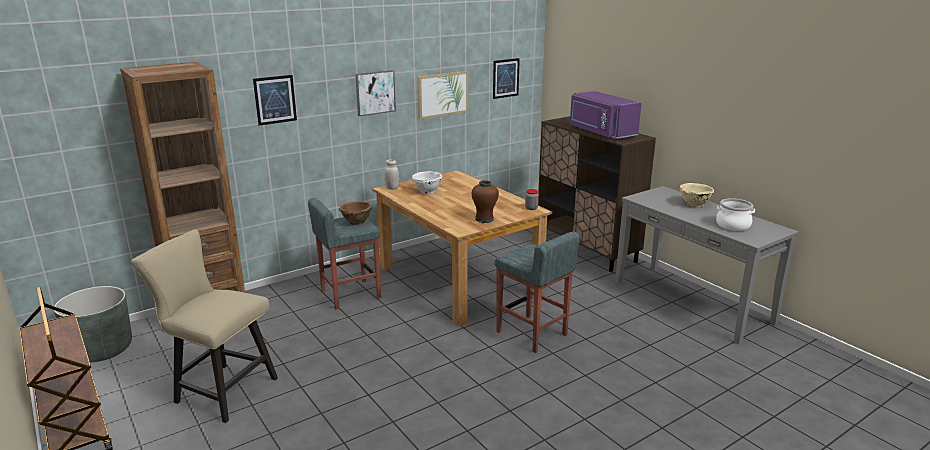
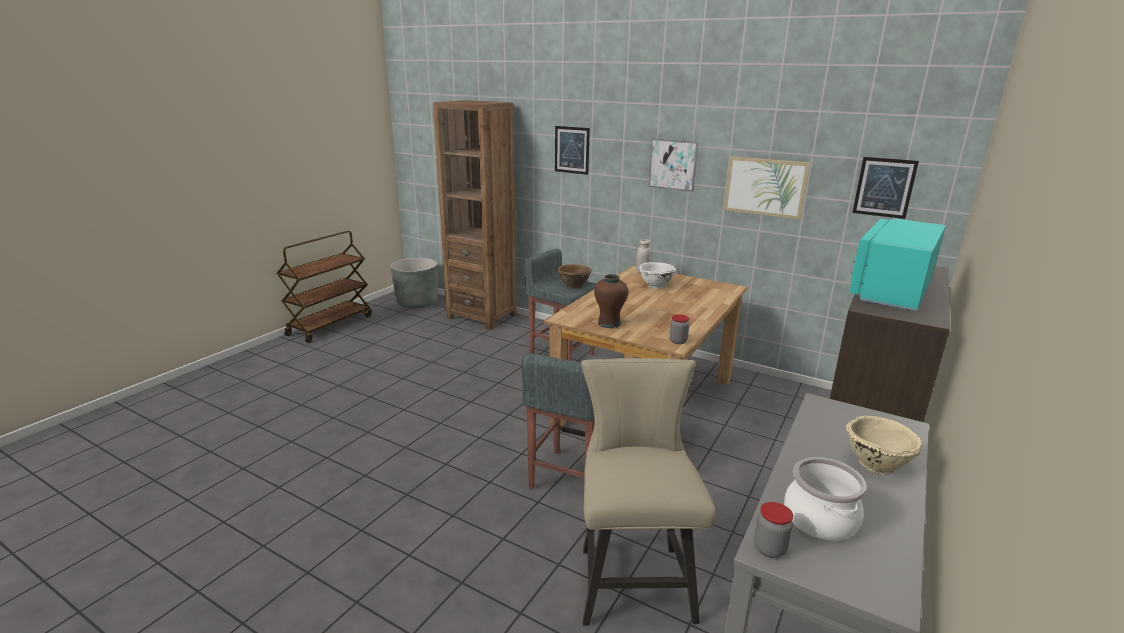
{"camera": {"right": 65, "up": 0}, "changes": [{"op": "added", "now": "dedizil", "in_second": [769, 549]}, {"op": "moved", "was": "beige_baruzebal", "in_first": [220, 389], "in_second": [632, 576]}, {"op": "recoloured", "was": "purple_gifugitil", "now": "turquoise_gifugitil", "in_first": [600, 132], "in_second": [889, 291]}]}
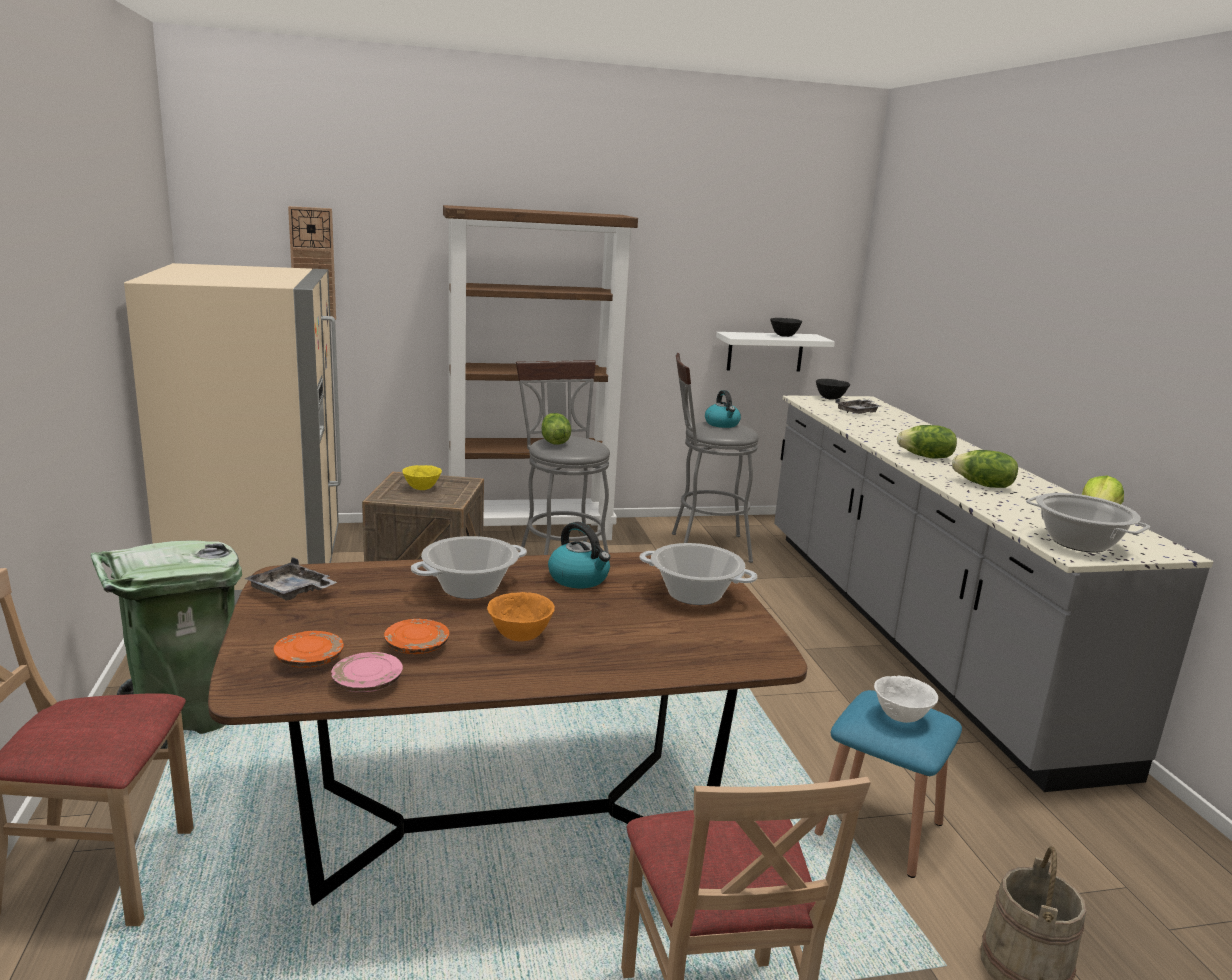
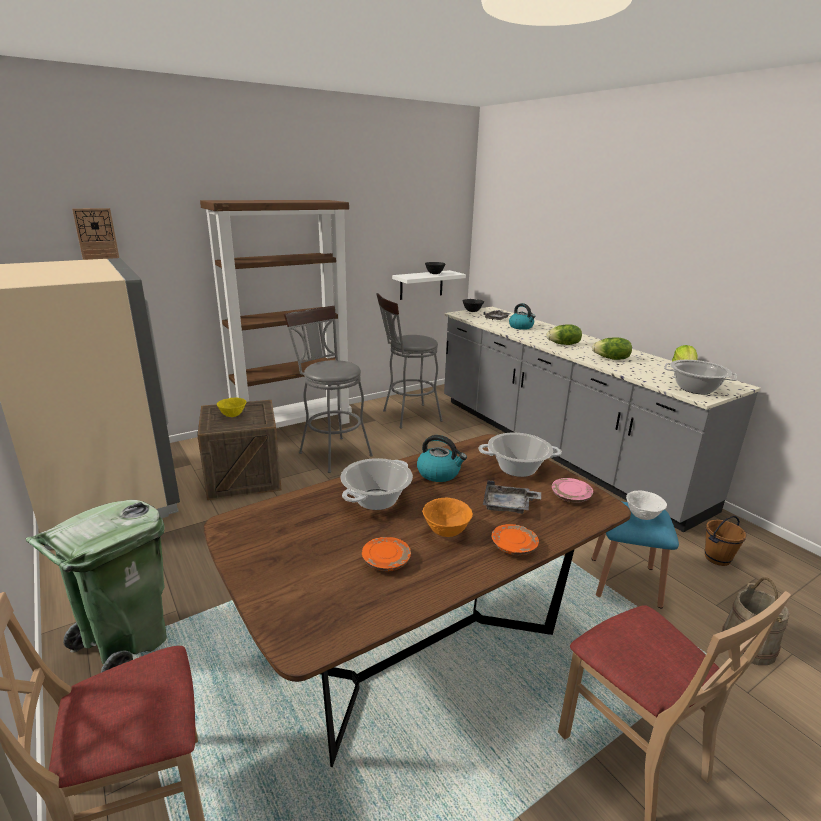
{"camera": {"right": -20, "up": 5}, "changes": [{"op": "removed", "was": "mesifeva", "in_first": [554, 442]}, {"op": "added", "now": "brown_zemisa", "in_second": [717, 558]}, {"op": "moved", "was": "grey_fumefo", "in_first": [291, 592], "in_second": [508, 506]}, {"op": "moved", "was": "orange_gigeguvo", "in_first": [309, 659], "in_second": [513, 546]}, {"op": "moved", "was": "pink_gigeguvo", "in_first": [367, 683], "in_second": [571, 496]}, {"op": "moved", "was": "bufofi", "in_first": [722, 424], "in_second": [521, 327]}]}
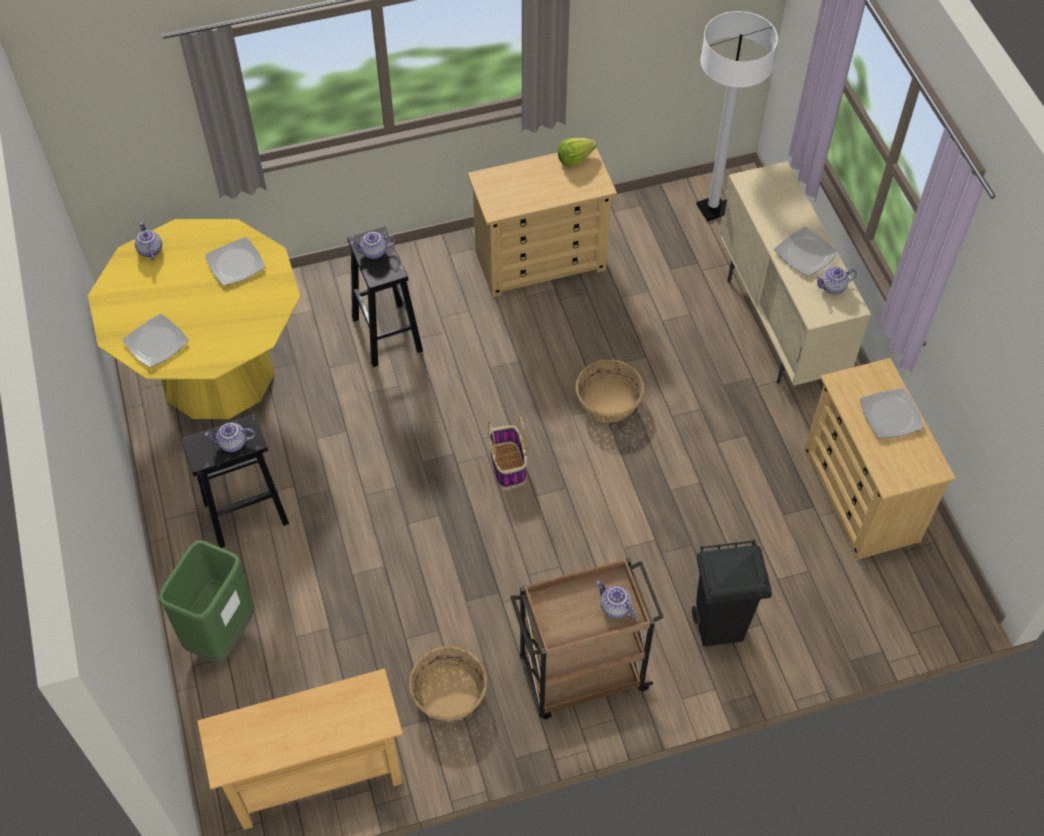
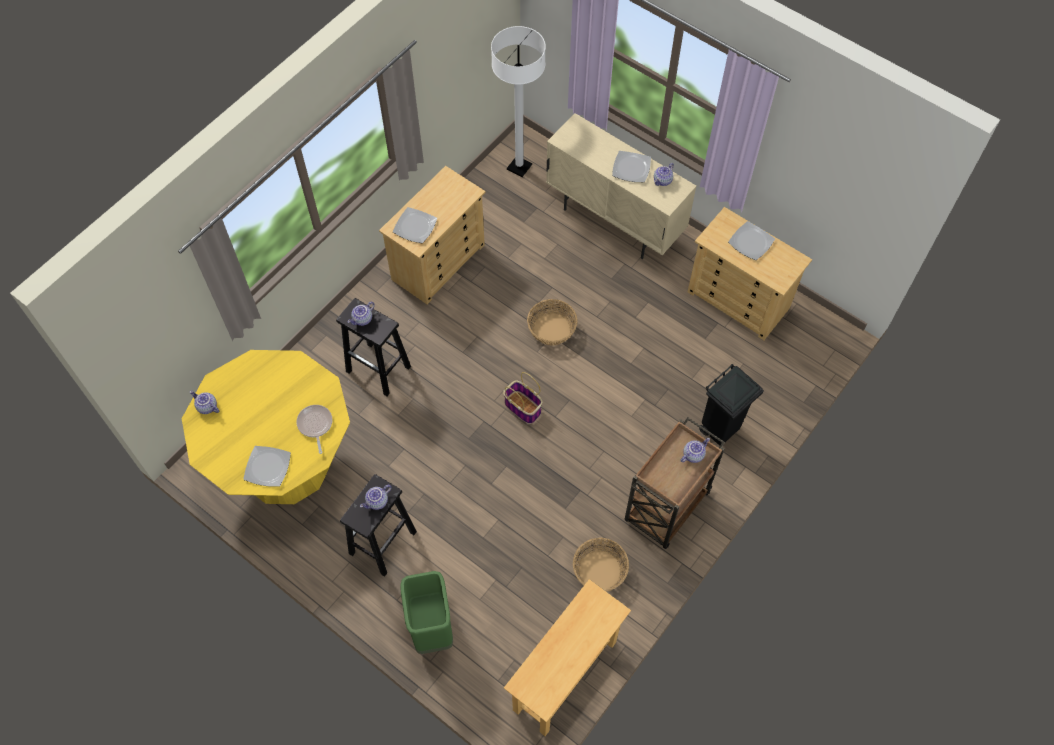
{"camera": {"right": -35, "up": 5}, "changes": [{"op": "removed", "was": "mesifeva", "in_first": [574, 159]}, {"op": "added", "now": "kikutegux", "in_second": [315, 425]}, {"op": "moved", "was": "gigeguvo", "in_first": [236, 263], "in_second": [415, 226]}, {"op": "turned", "was": "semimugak", "in_first": [614, 607], "in_second": [693, 454], "clockwise": 135}]}
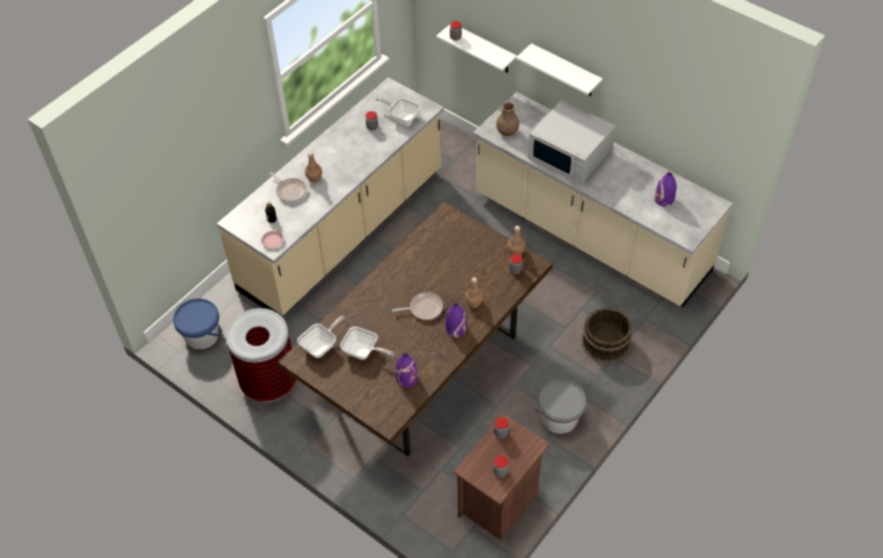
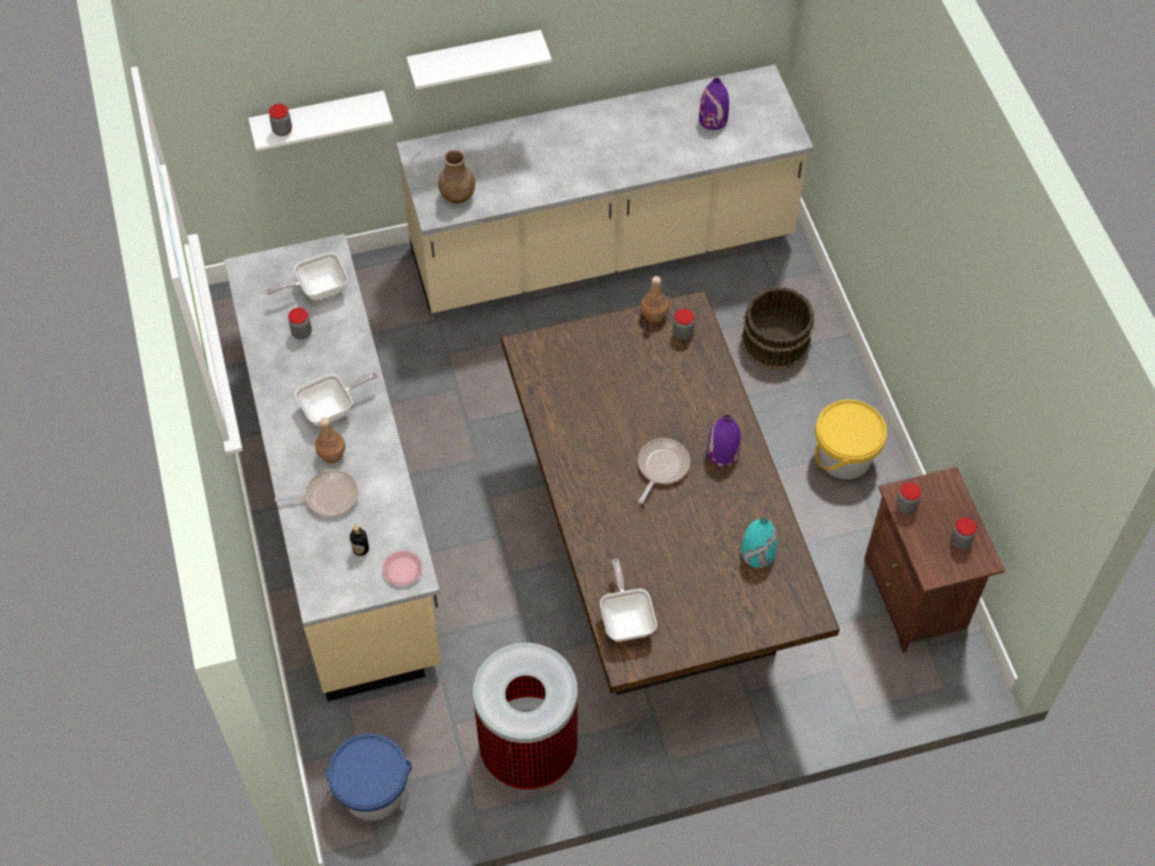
{"camera": {"right": -55, "up": 5}, "changes": [{"op": "removed", "was": "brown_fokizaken", "in_first": [474, 303]}, {"op": "removed", "was": "white_gifugitil", "in_first": [570, 155]}, {"op": "moved", "was": "kikutegux", "in_first": [363, 352], "in_second": [332, 409]}, {"op": "recoloured", "was": "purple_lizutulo", "now": "turquoise_lizutulo", "in_first": [406, 378], "in_second": [757, 552]}, {"op": "recoloured", "was": "grey_zemisa", "now": "yellow_zemisa", "in_first": [559, 418], "in_second": [844, 457]}]}
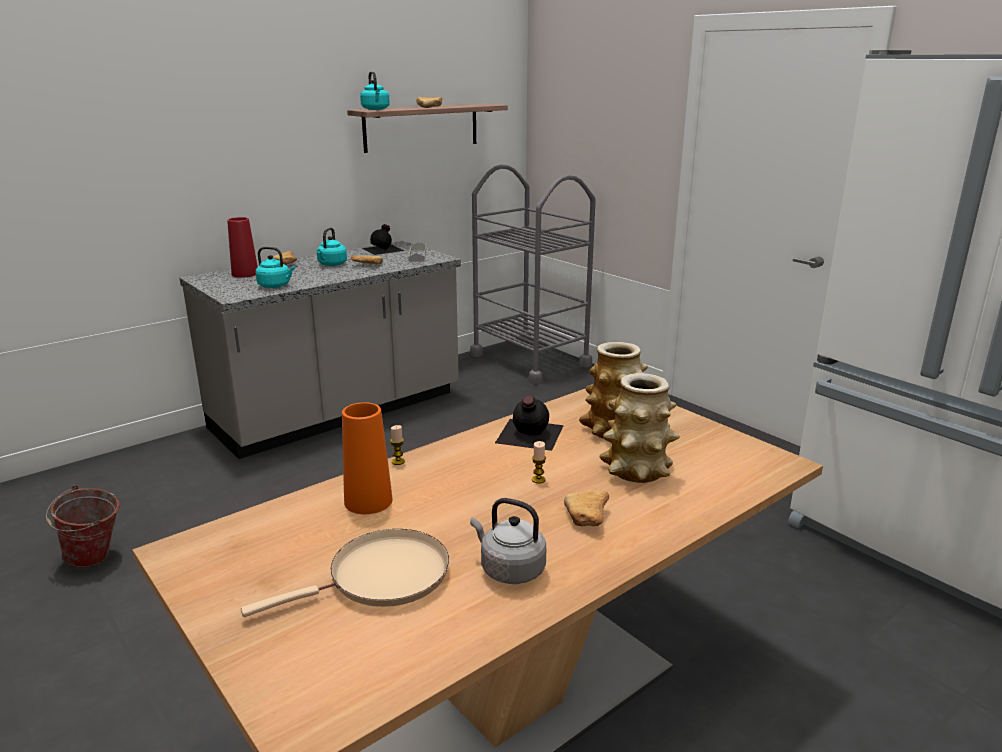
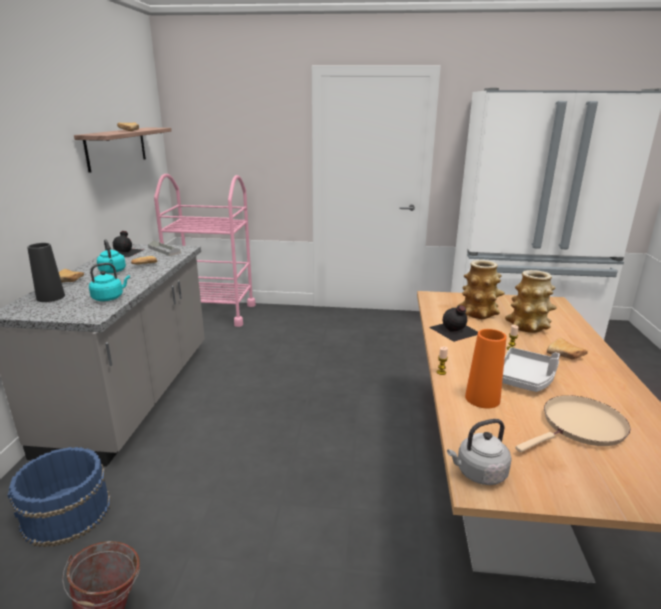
{"camera": {"right": -45, "up": 0}, "changes": [{"op": "removed", "was": "turquoise_bufofi", "in_first": [375, 109]}, {"op": "added", "now": "blue_zemisa", "in_second": [66, 514]}, {"op": "added", "now": "grey_fumefo", "in_second": [526, 378]}, {"op": "moved", "was": "grey_bufofi", "in_first": [509, 569], "in_second": [478, 473]}, {"op": "recoloured", "was": "red_lizutulo", "now": "black_lizutulo", "in_first": [245, 274], "in_second": [50, 297]}, {"op": "recoloured", "was": "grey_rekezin", "now": "pink_rekezin", "in_first": [530, 360], "in_second": [213, 313]}, {"op": "turned", "was": "beige_kikutegux", "in_first": [382, 577], "in_second": [580, 427], "clockwise": 45}]}
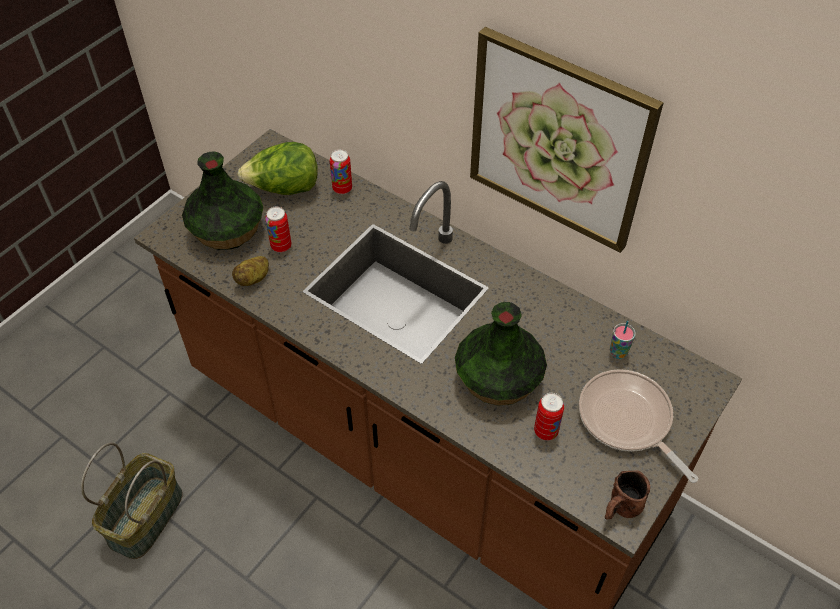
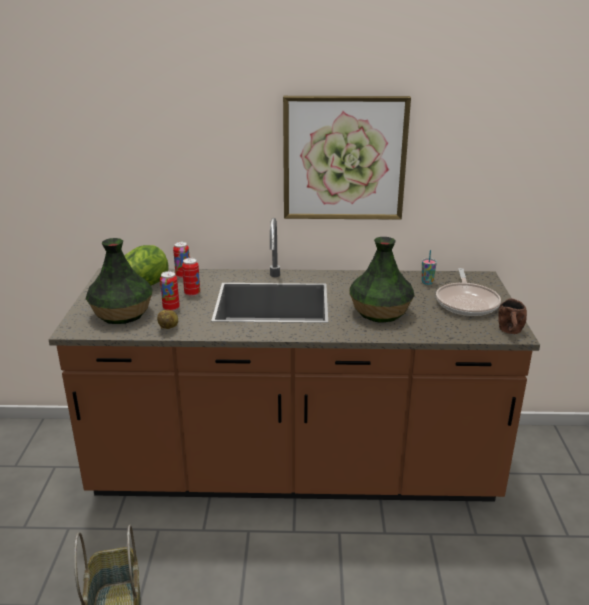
{"camera": {"right": -35, "up": -25}, "changes": [{"op": "moved", "was": "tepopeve", "in_first": [546, 431], "in_second": [192, 293]}, {"op": "turned", "was": "kikutegux", "in_first": [628, 421], "in_second": [466, 302], "clockwise": -105}]}
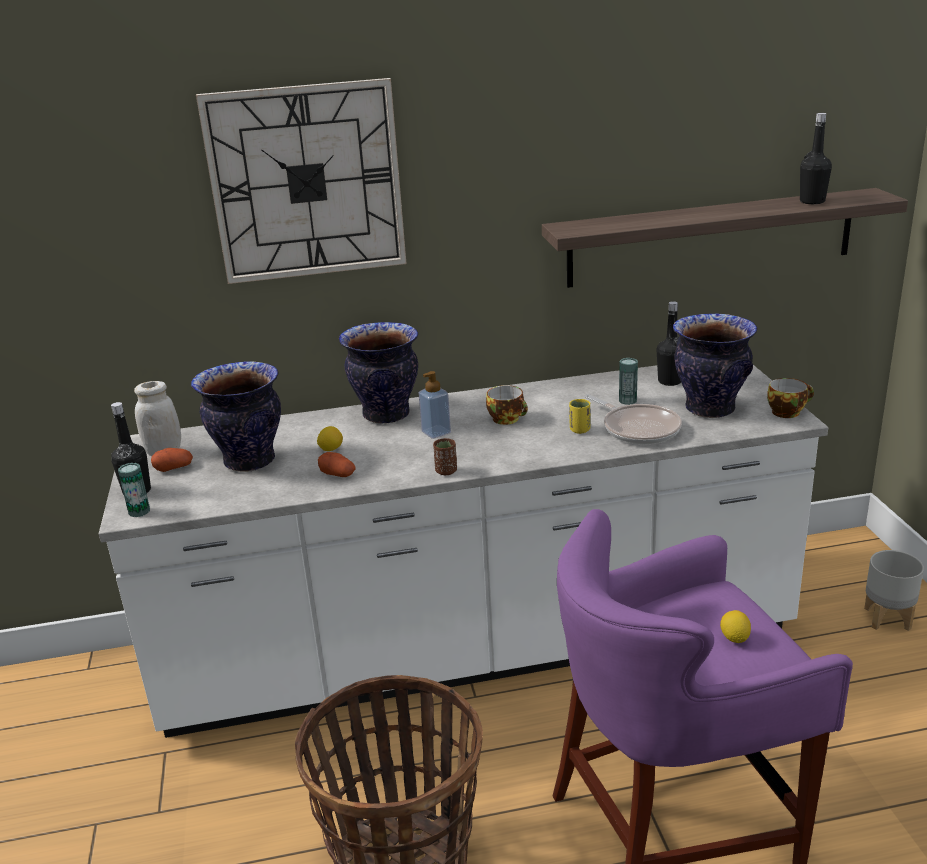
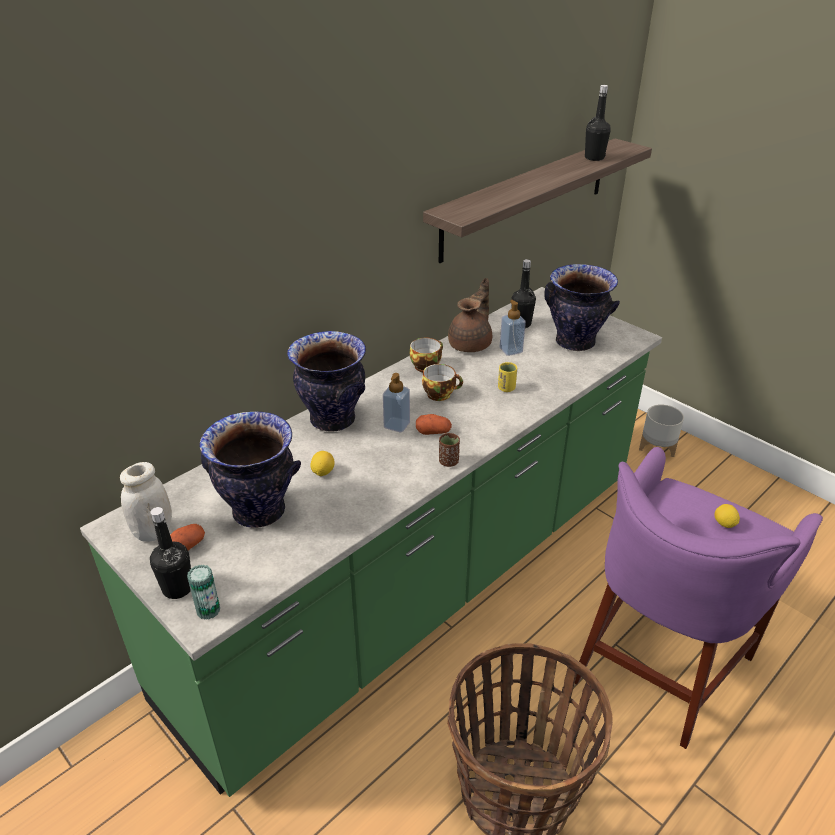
{"camera": {"right": -35, "up": 10}, "changes": [{"op": "removed", "was": "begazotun", "in_first": [306, 182]}, {"op": "removed", "was": "kikutegux", "in_first": [638, 428]}, {"op": "added", "now": "brown_semimugak", "in_second": [471, 344]}, {"op": "moved", "was": "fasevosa", "in_first": [337, 474], "in_second": [433, 432]}, {"op": "moved", "was": "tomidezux", "in_first": [787, 412], "in_second": [426, 365]}, {"op": "replaced", "was": "tepopeve", "now": "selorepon", "in_first": [627, 400], "in_second": [511, 350]}, {"op": "recoloured", "was": "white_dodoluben", "now": "green_dodoluben", "in_first": [476, 646], "in_second": [417, 584]}]}
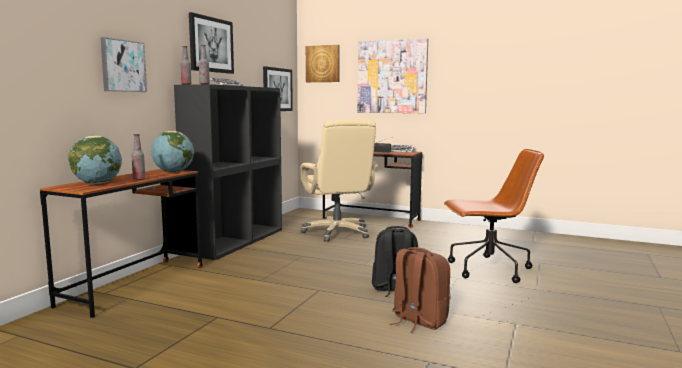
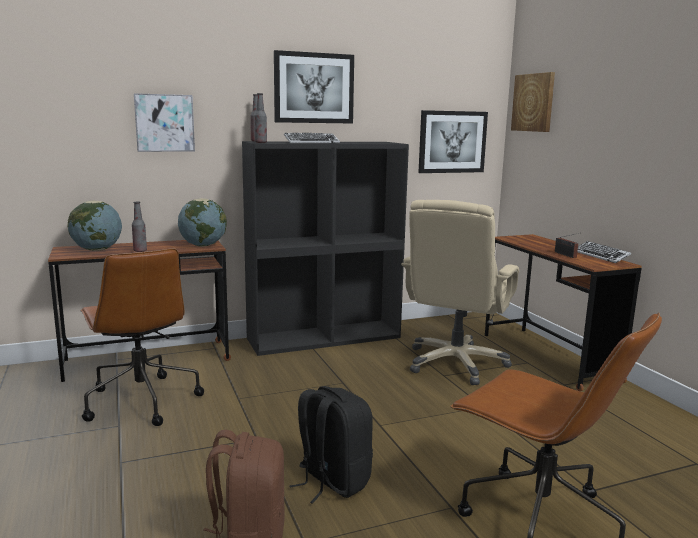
{"camera": {"right": 45, "up": 5}, "changes": [{"op": "removed", "was": "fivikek", "in_first": [392, 76]}, {"op": "added", "now": "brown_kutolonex", "in_second": [141, 400]}]}
